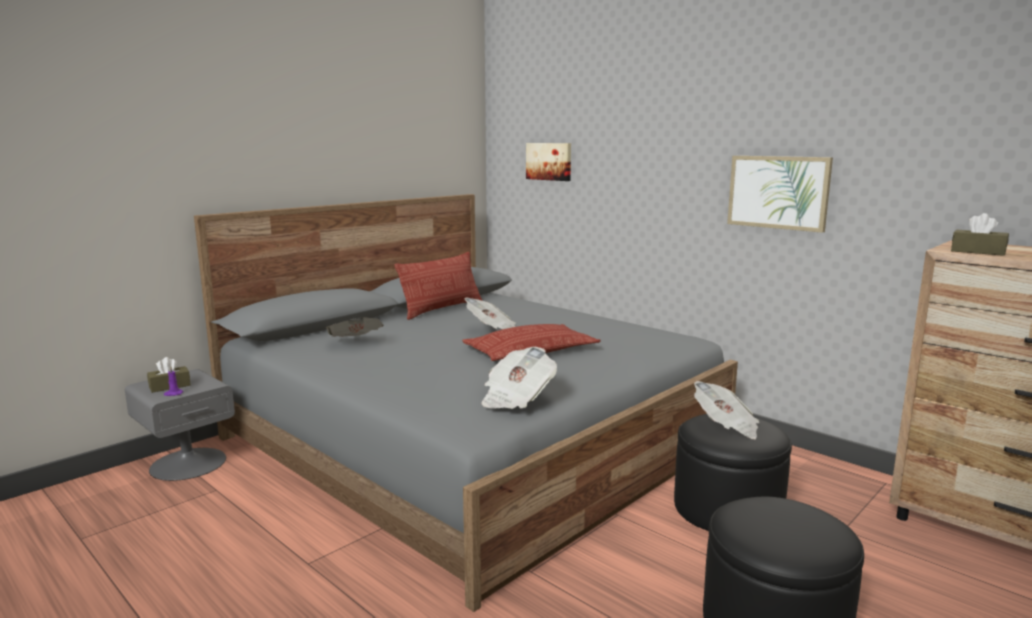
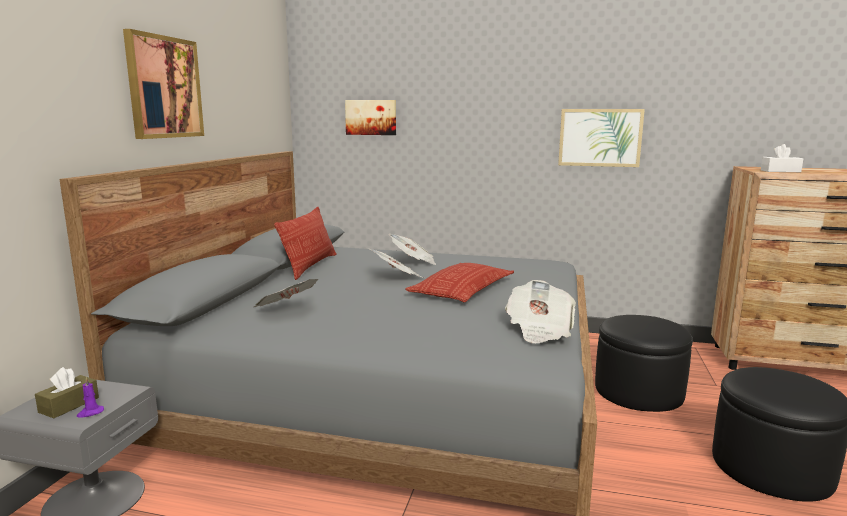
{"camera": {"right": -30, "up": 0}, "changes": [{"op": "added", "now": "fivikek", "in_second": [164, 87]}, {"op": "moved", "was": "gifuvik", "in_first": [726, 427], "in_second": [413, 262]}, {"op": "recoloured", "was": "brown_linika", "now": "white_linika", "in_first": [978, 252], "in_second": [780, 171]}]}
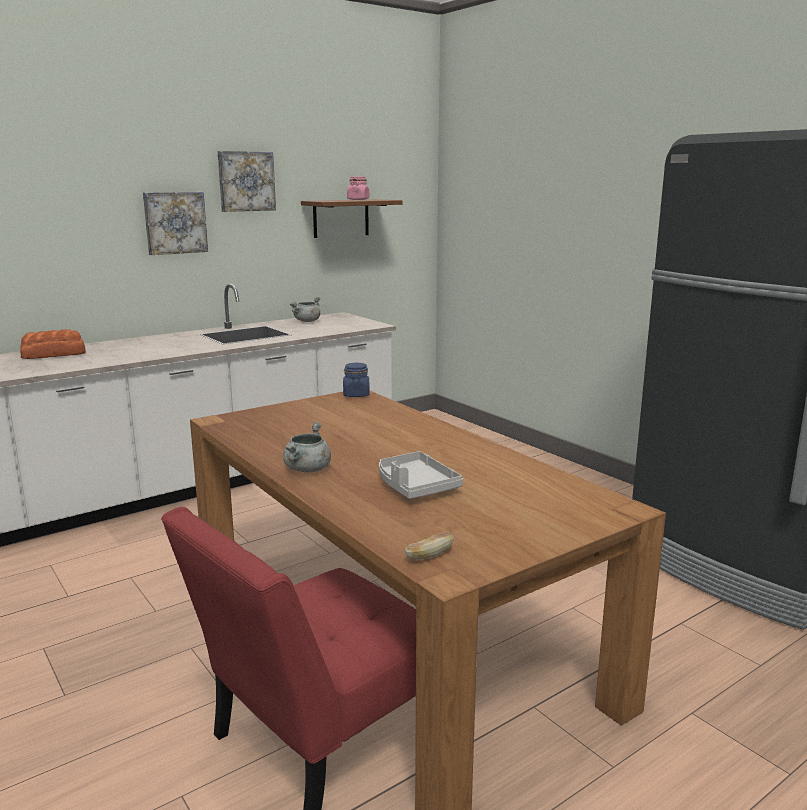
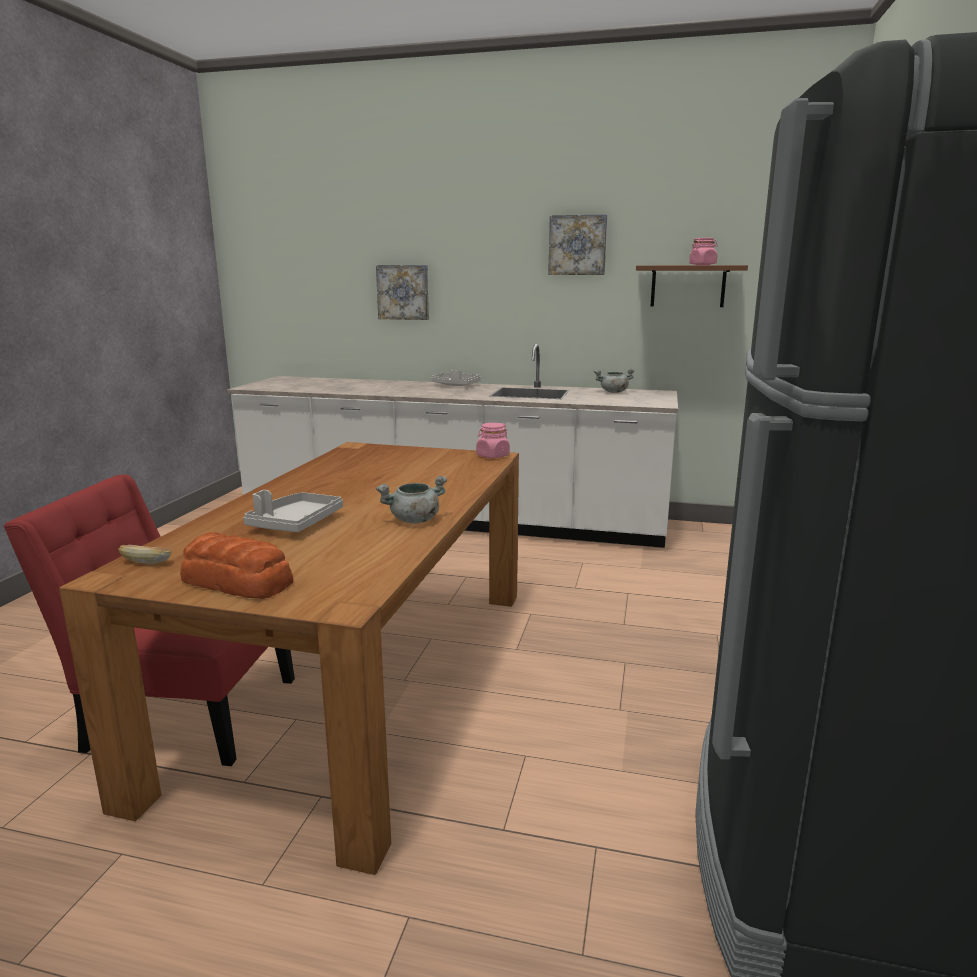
{"camera": {"right": 50, "up": 0}, "changes": [{"op": "added", "now": "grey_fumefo", "in_second": [455, 385]}, {"op": "moved", "was": "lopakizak", "in_first": [54, 354], "in_second": [238, 582]}, {"op": "moved", "was": "fivikek", "in_first": [175, 222], "in_second": [403, 292]}, {"op": "moved", "was": "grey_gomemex", "in_first": [307, 469], "in_second": [414, 520]}, {"op": "recoloured", "was": "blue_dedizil", "now": "pink_dedizil", "in_first": [356, 395], "in_second": [492, 456]}]}
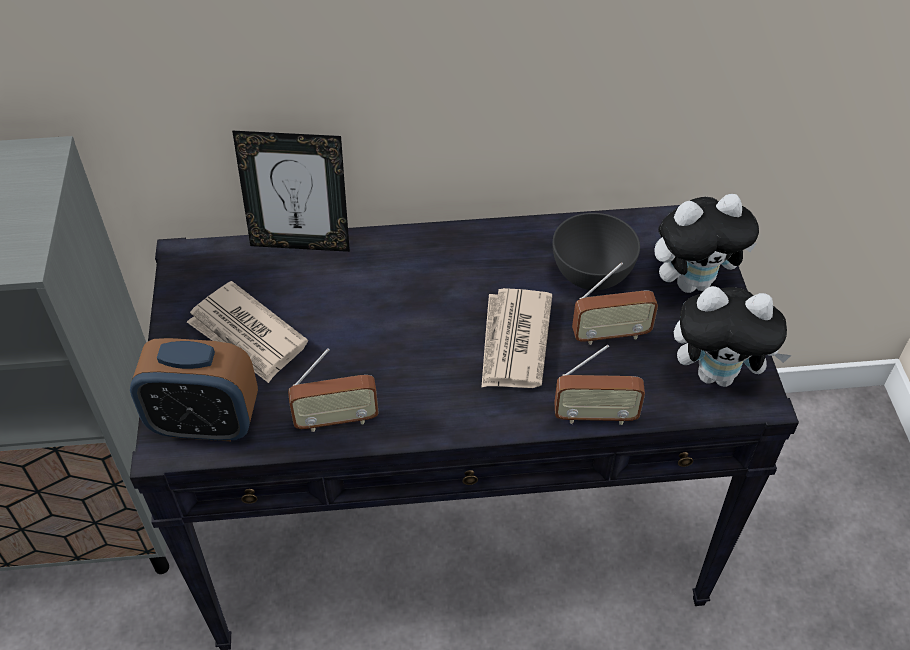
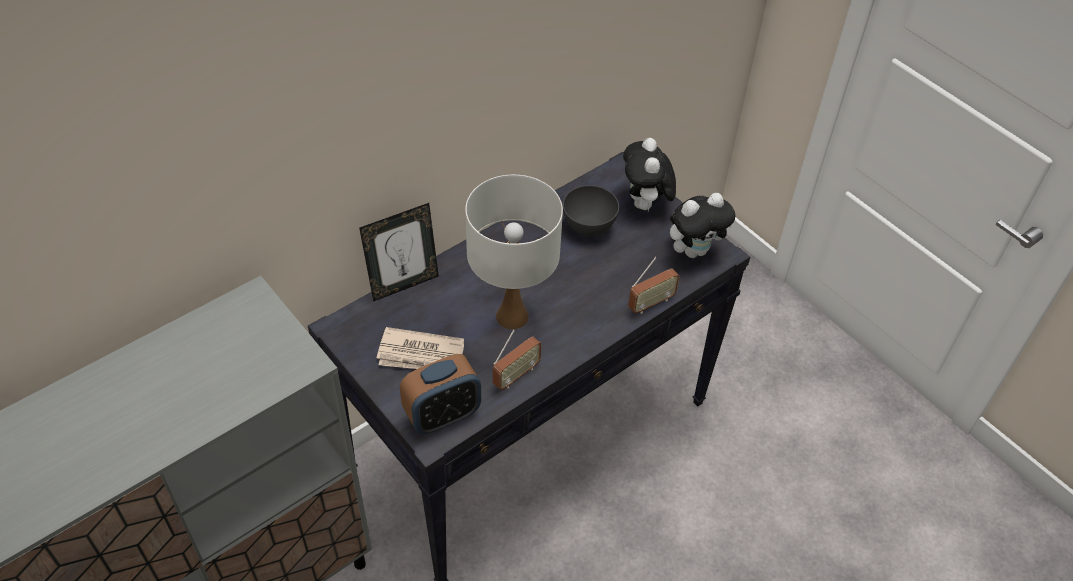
{"camera": {"right": -35, "up": 0}, "changes": [{"op": "removed", "was": "gifuvik", "in_first": [514, 342]}, {"op": "removed", "was": "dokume", "in_first": [610, 335]}, {"op": "added", "now": "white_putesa", "in_second": [511, 316]}, {"op": "turned", "was": "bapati", "in_first": [693, 281], "in_second": [645, 205], "clockwise": 135}]}
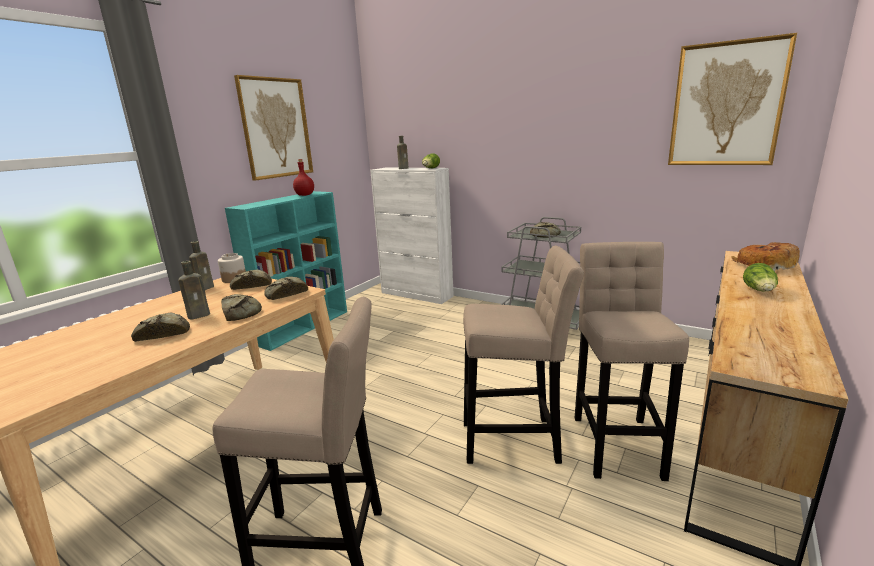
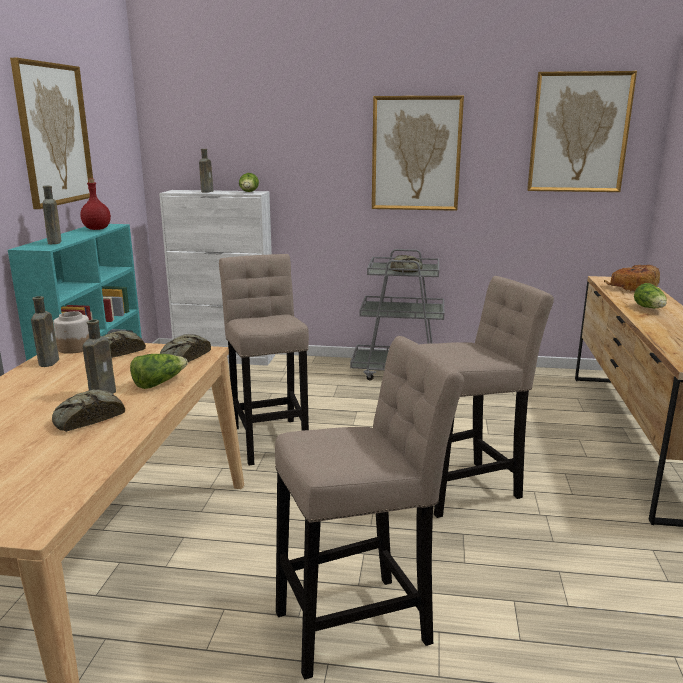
{"camera": {"right": -25, "up": 0}, "changes": [{"op": "added", "now": "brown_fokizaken", "in_second": [54, 242]}, {"op": "added", "now": "fivikek", "in_second": [416, 154]}, {"op": "moved", "was": "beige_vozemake", "in_first": [617, 442], "in_second": [269, 438]}, {"op": "replaced", "was": "lopakizak", "now": "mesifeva", "in_first": [241, 312], "in_second": [158, 383]}]}
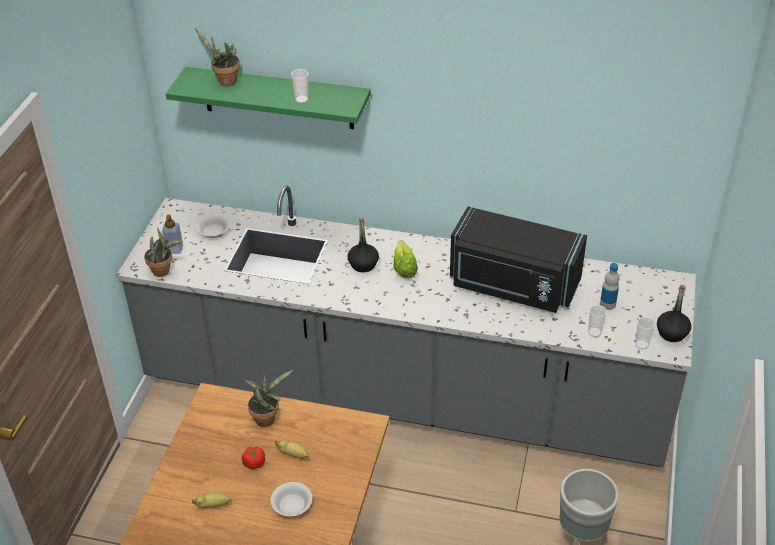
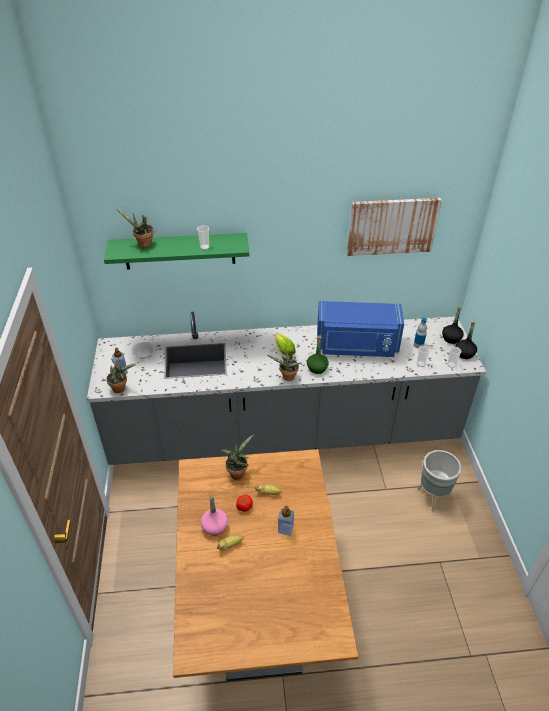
{"camera": {"right": -20, "up": 0}, "changes": [{"op": "added", "now": "pink_fokizaken", "in_second": [215, 527]}, {"op": "added", "now": "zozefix", "in_second": [287, 378]}, {"op": "added", "now": "green_fokizaken", "in_second": [317, 368]}, {"op": "added", "now": "fivikek", "in_second": [392, 226]}, {"op": "moved", "was": "black_fokizaken", "in_first": [363, 265], "in_second": [451, 339]}, {"op": "replaced", "was": "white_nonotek", "now": "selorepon", "in_first": [292, 505], "in_second": [285, 529]}, {"op": "recoloured", "was": "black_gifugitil", "now": "blue_gifugitil", "in_first": [512, 285], "in_second": [356, 346]}]}
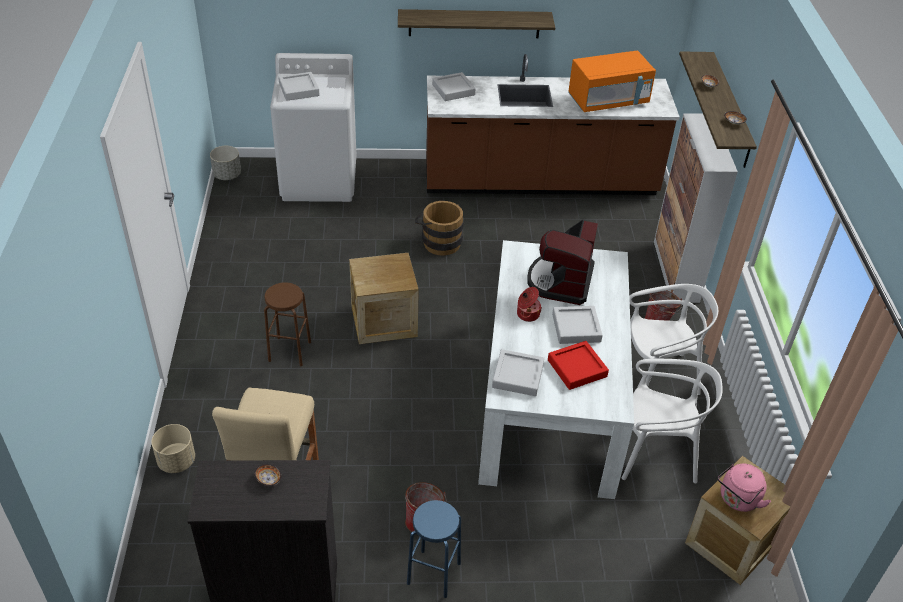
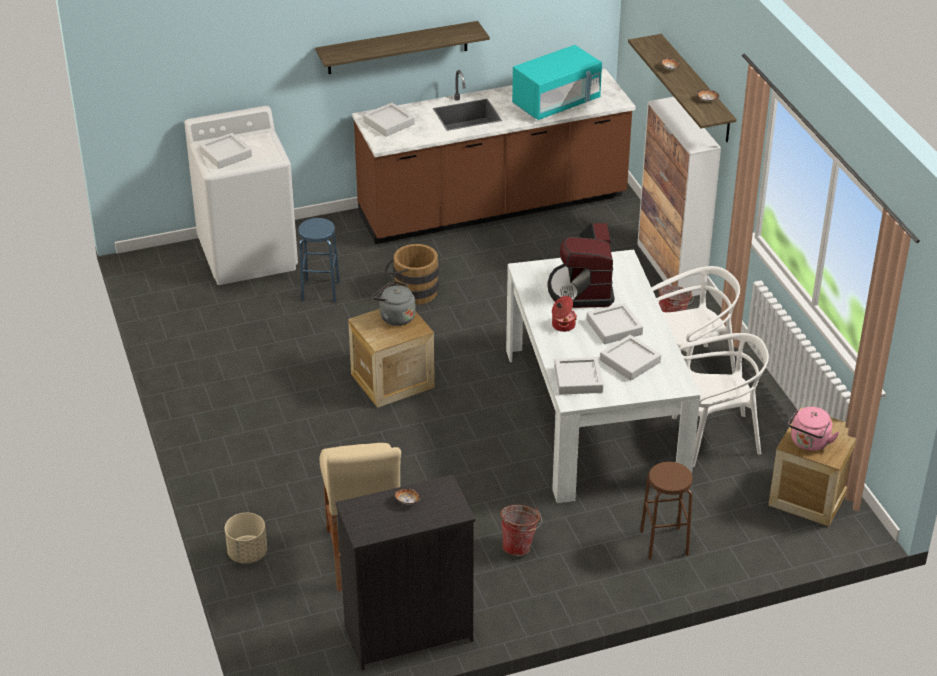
{"camera": {"right": -15, "up": -5}, "changes": [{"op": "removed", "was": "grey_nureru", "in_first": [227, 175]}, {"op": "added", "now": "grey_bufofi", "in_second": [395, 317]}, {"op": "moved", "was": "brown_vozemake", "in_first": [289, 351], "in_second": [664, 543]}, {"op": "moved", "was": "blue_vozemake", "in_first": [433, 573], "in_second": [320, 291]}, {"op": "recoloured", "was": "red_fumefo", "now": "grey_fumefo", "in_first": [577, 368], "in_second": [630, 361]}, {"op": "recoloured", "was": "orange_gifugitil", "now": "turquoise_gifugitil", "in_first": [608, 101], "in_second": [556, 103]}]}
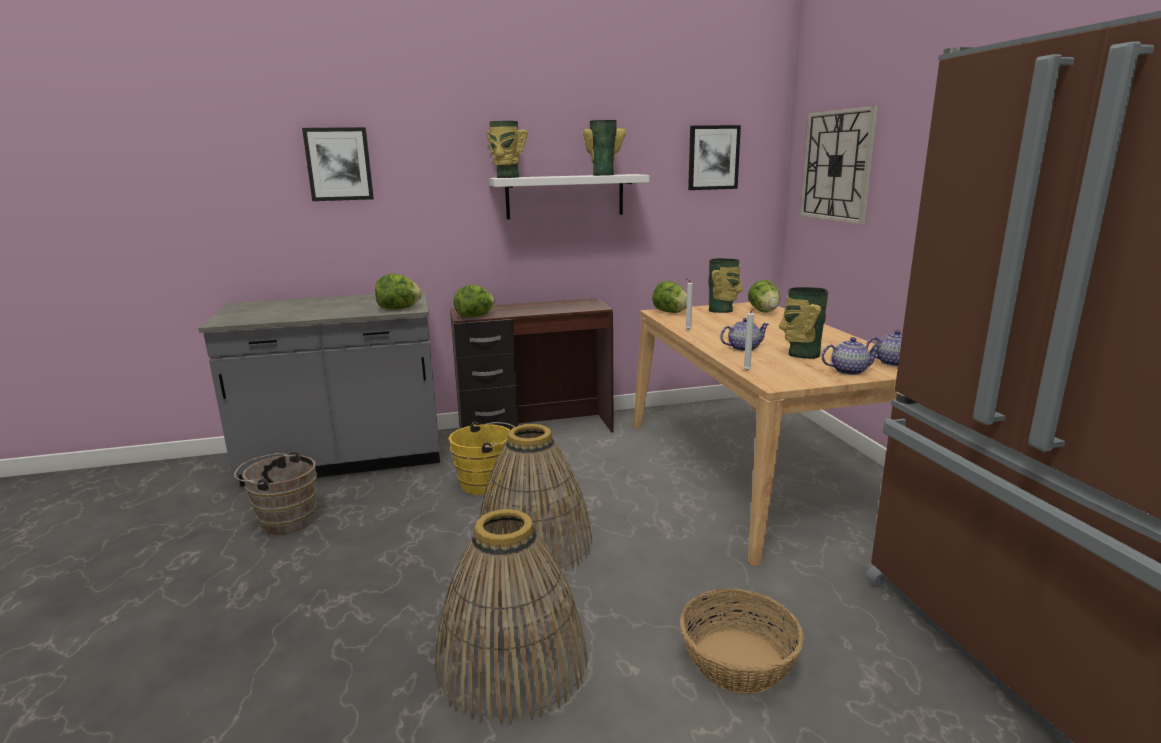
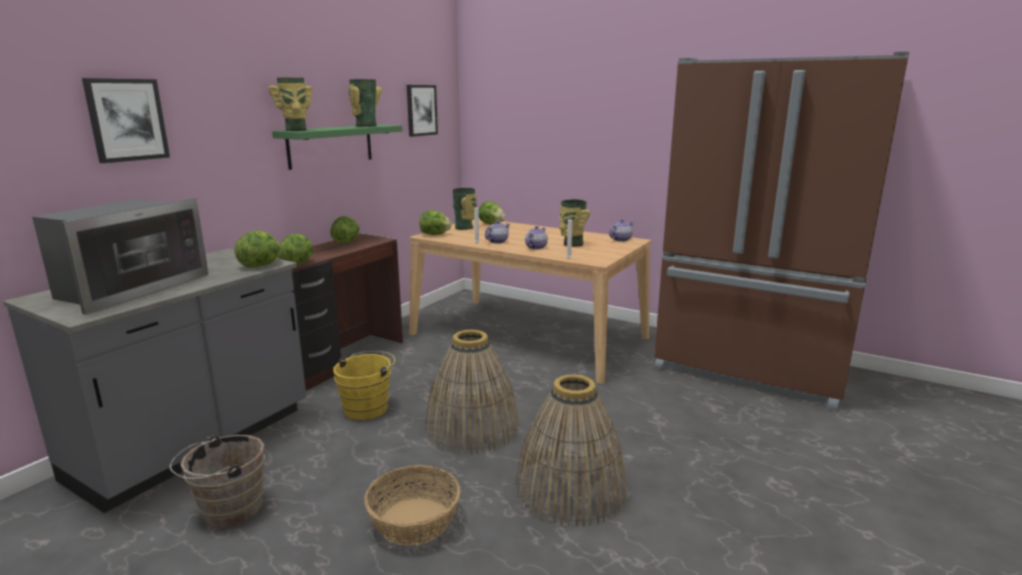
{"camera": {"right": -45, "up": 0}, "changes": [{"op": "removed", "was": "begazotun", "in_first": [837, 165]}, {"op": "added", "now": "gifugitil", "in_second": [129, 288]}, {"op": "added", "now": "mesifeva", "in_second": [346, 242]}, {"op": "moved", "was": "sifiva", "in_first": [739, 660], "in_second": [415, 520]}, {"op": "moved", "was": "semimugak", "in_first": [849, 371], "in_second": [497, 241]}, {"op": "recoloured", "was": "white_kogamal", "now": "green_kogamal", "in_first": [565, 196], "in_second": [331, 145]}]}
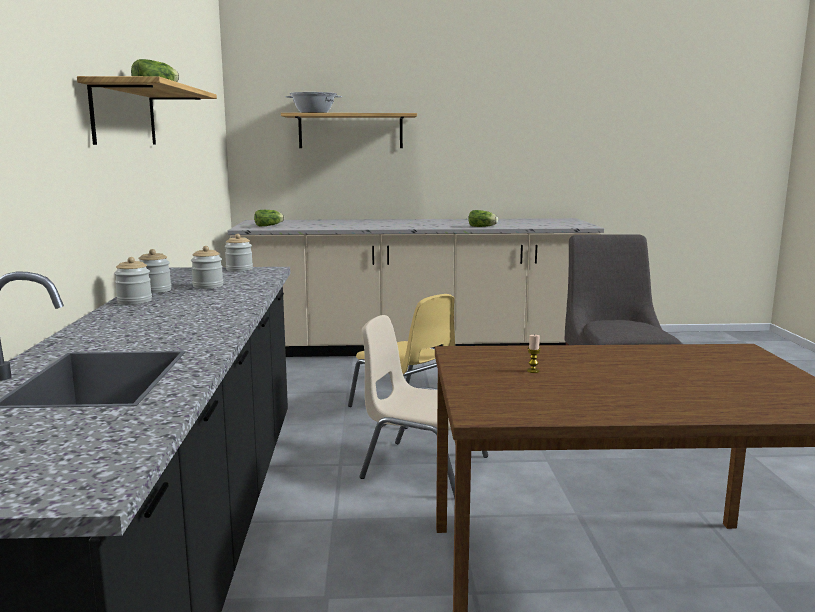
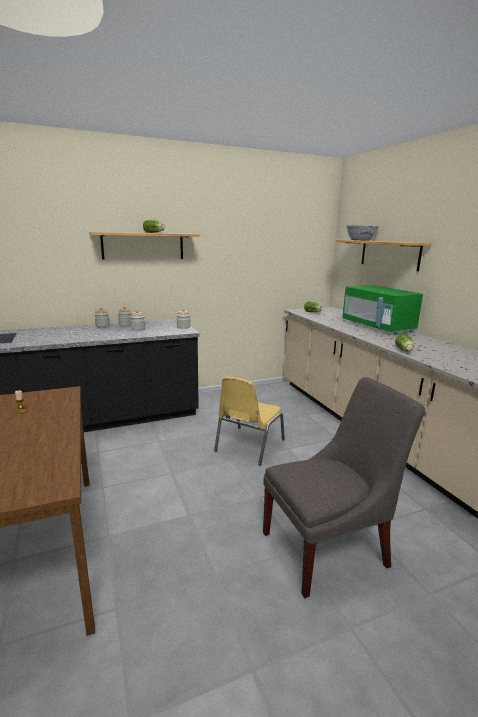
{"camera": {"right": 70, "up": 5}, "changes": [{"op": "removed", "was": "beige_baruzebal", "in_first": [423, 467]}, {"op": "added", "now": "green_gifugitil", "in_second": [377, 327]}]}
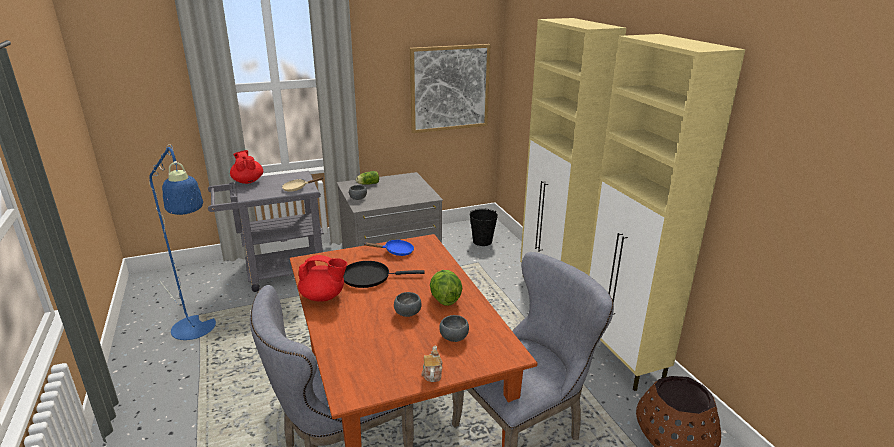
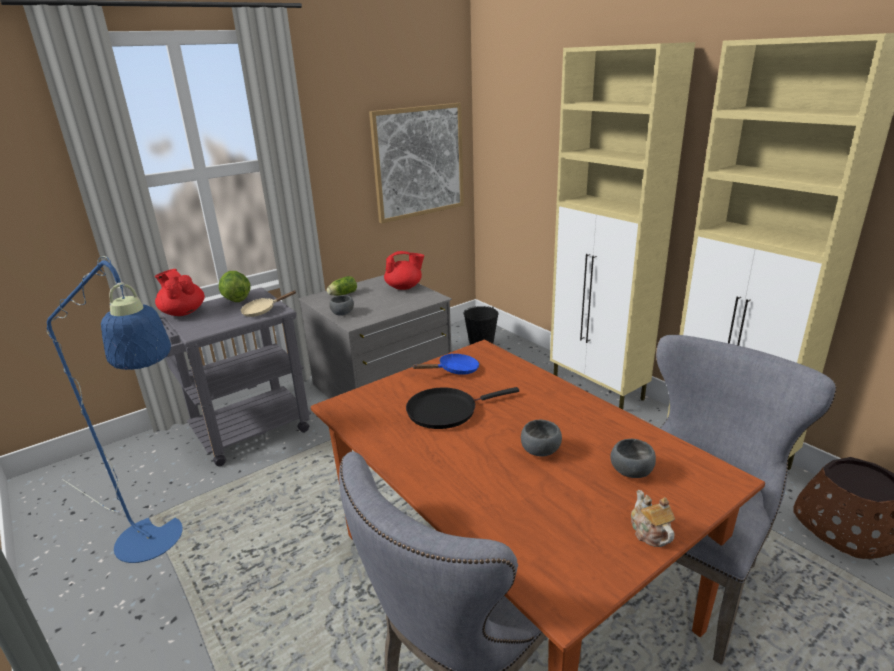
{"camera": {"right": -15, "up": 0}, "changes": [{"op": "moved", "was": "red_semimugak", "in_first": [323, 297], "in_second": [404, 287]}, {"op": "moved", "was": "mesifeva", "in_first": [444, 299], "in_second": [236, 300]}]}
